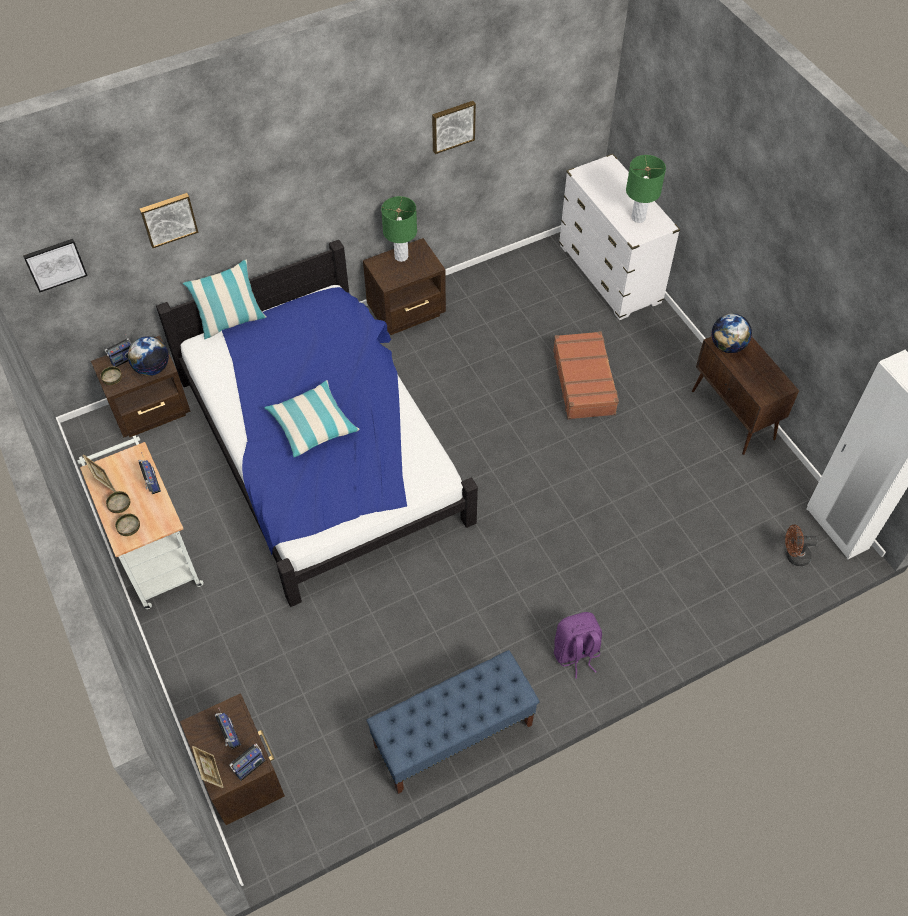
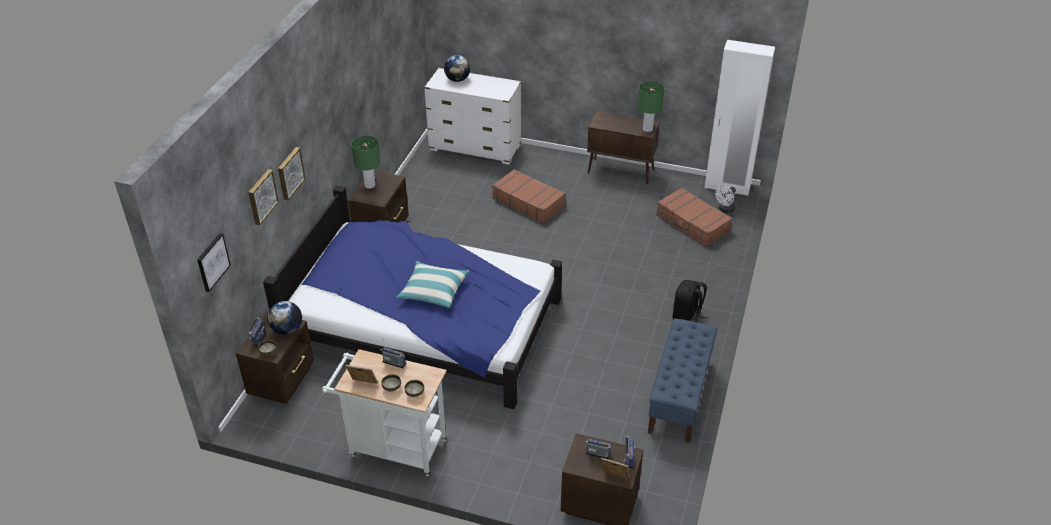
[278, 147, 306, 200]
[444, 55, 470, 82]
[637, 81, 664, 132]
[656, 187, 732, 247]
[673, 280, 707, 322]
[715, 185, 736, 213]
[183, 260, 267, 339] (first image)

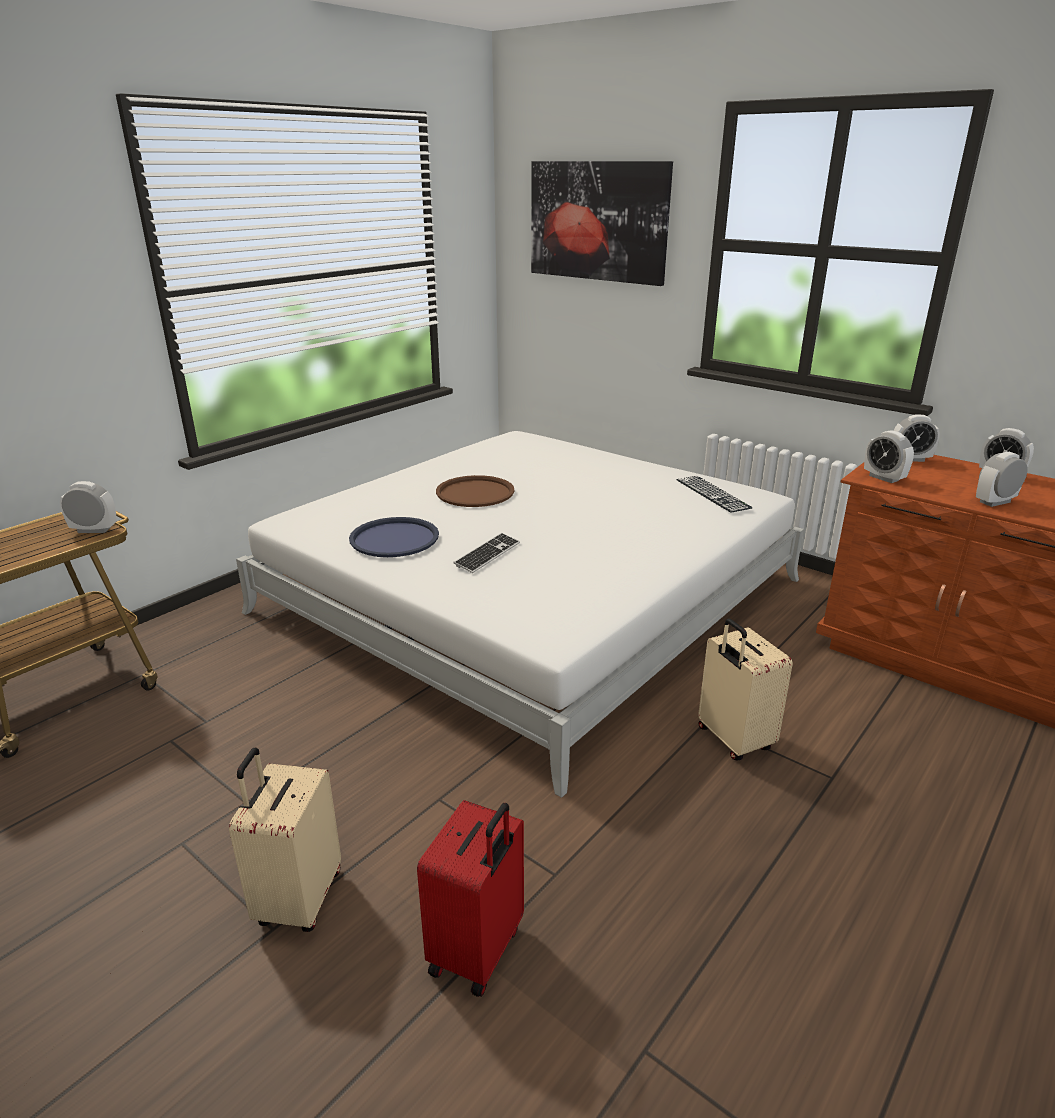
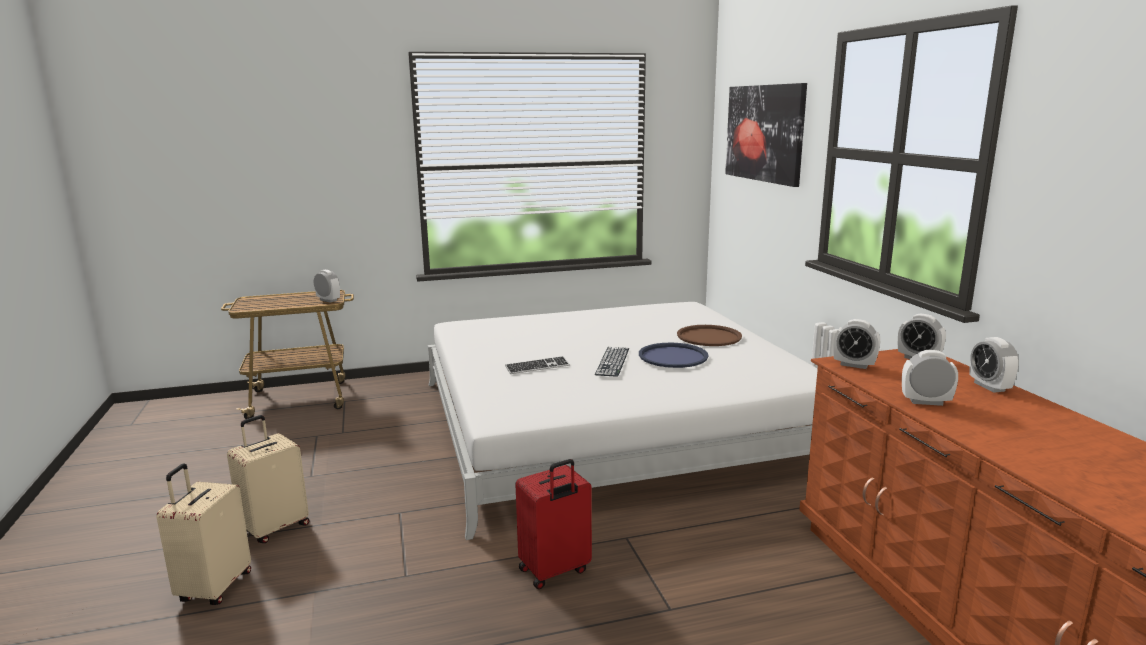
[157, 464, 251, 605]
[515, 459, 592, 589]
[595, 347, 629, 377]
[639, 343, 708, 368]
[677, 325, 742, 346]
[833, 319, 880, 369]

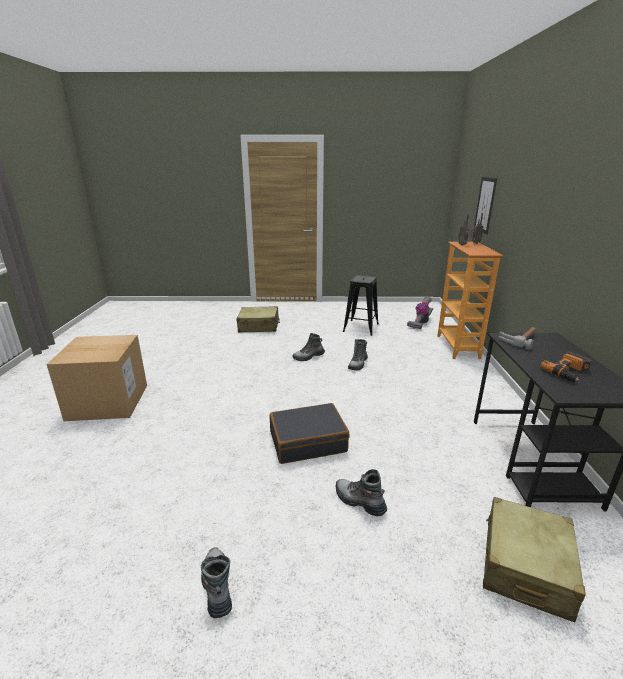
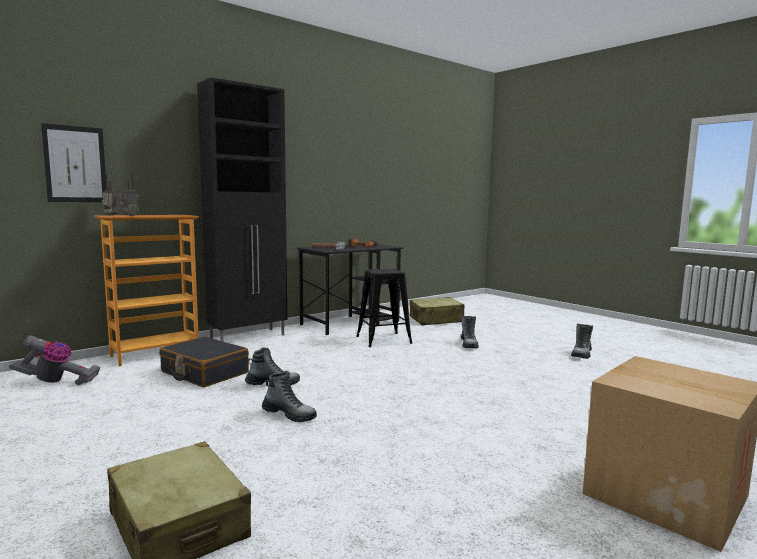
[159, 336, 249, 387]
[197, 77, 287, 342]
[356, 269, 412, 347]

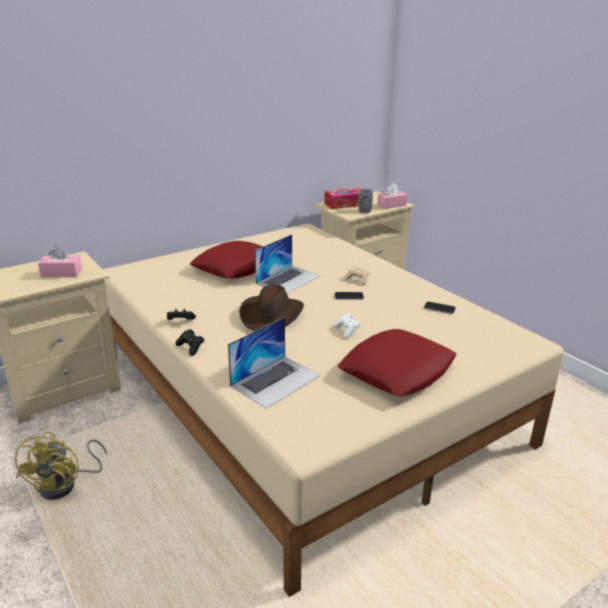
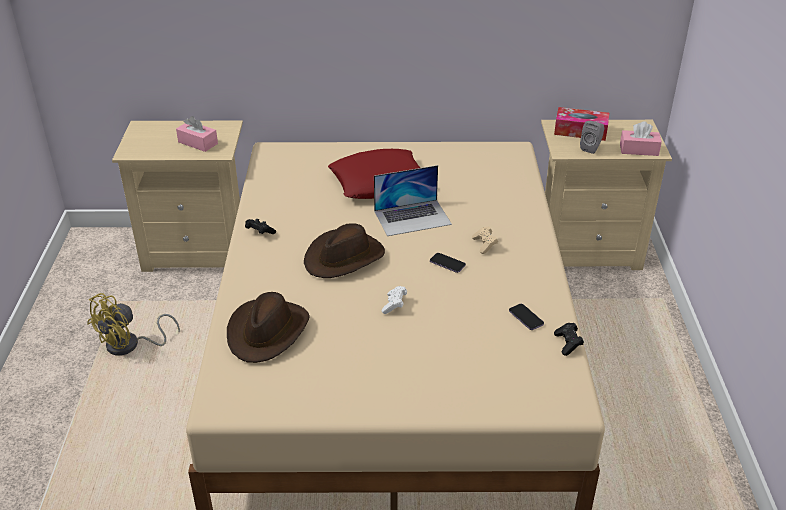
[227, 292, 310, 363]
[554, 323, 584, 356]
[338, 329, 457, 397] (first image)

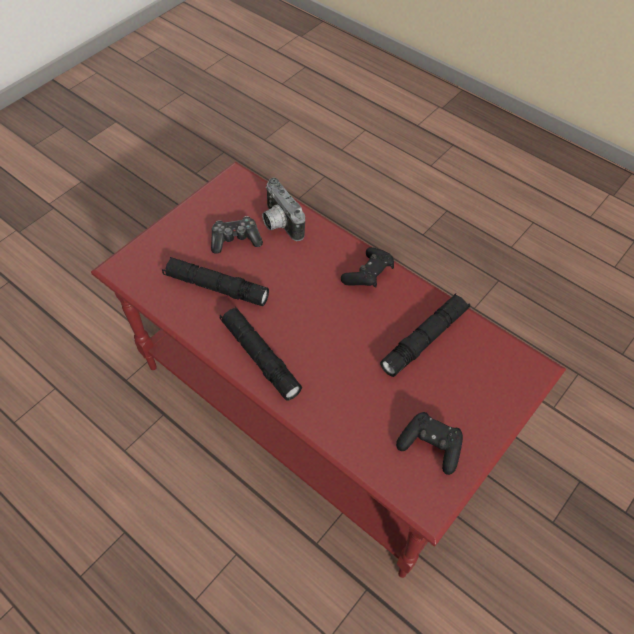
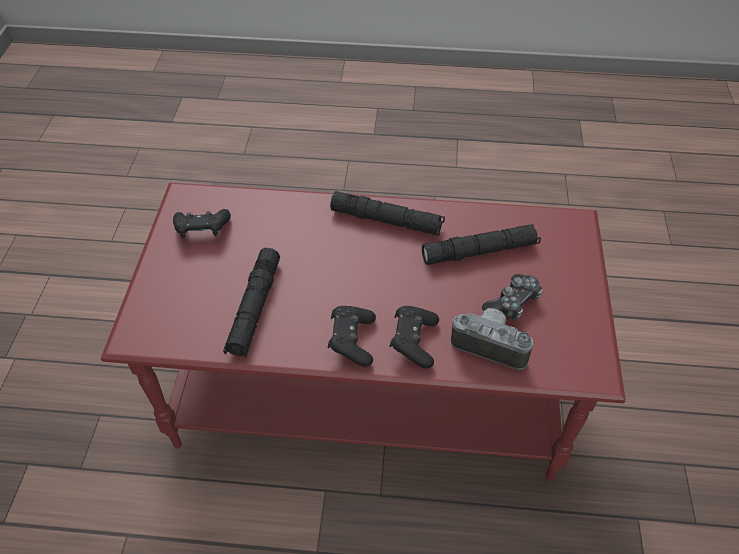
[389, 306, 439, 369]

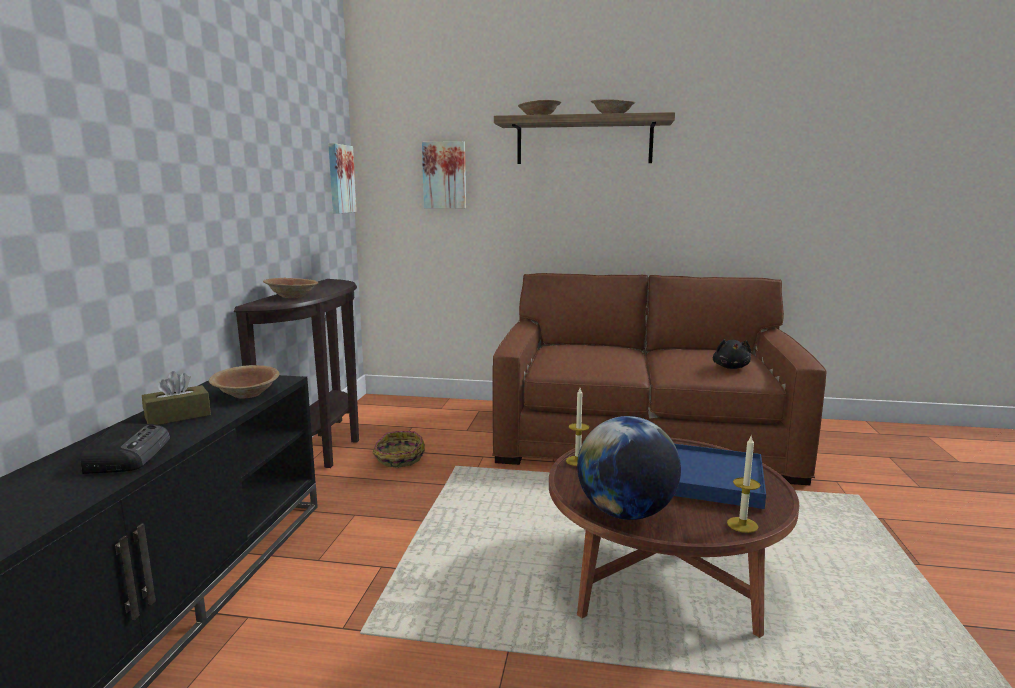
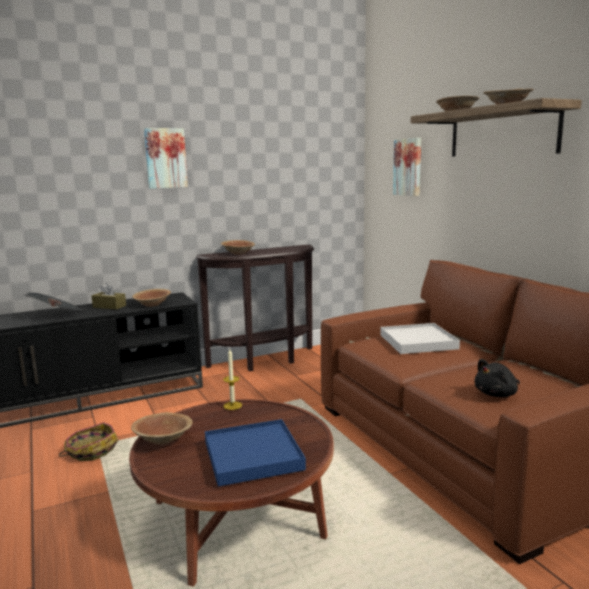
[24, 293, 85, 310]
[59, 422, 119, 461]
[131, 412, 193, 445]
[144, 128, 188, 189]
[380, 323, 460, 354]
[727, 436, 760, 533] (first image)

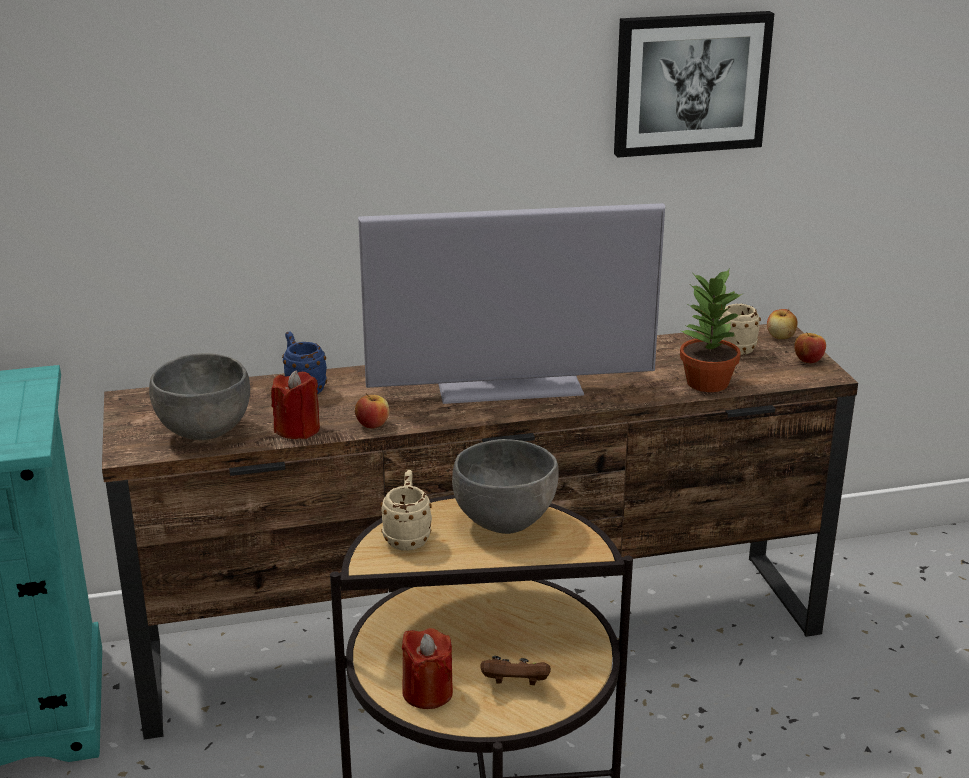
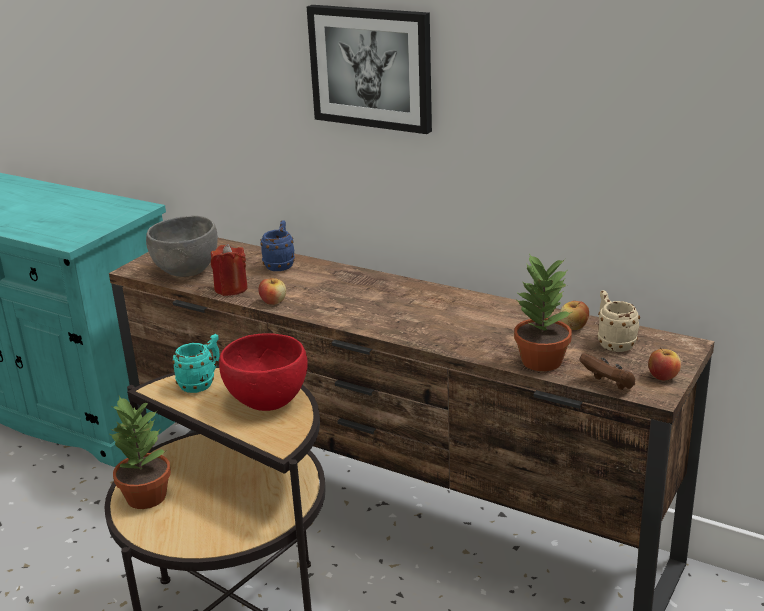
[110, 396, 171, 509]
[172, 334, 220, 393]
[219, 333, 308, 411]
[307, 5, 432, 134]
[560, 301, 589, 330]
[579, 353, 635, 390]
[358, 203, 665, 404] (first image)

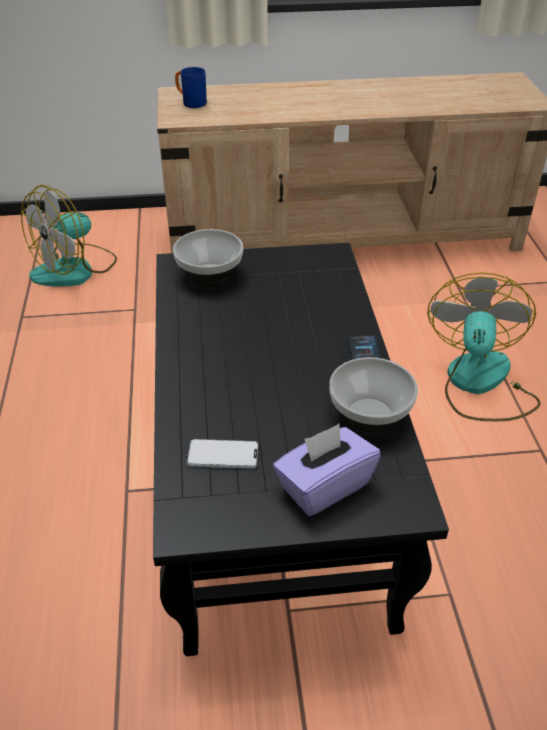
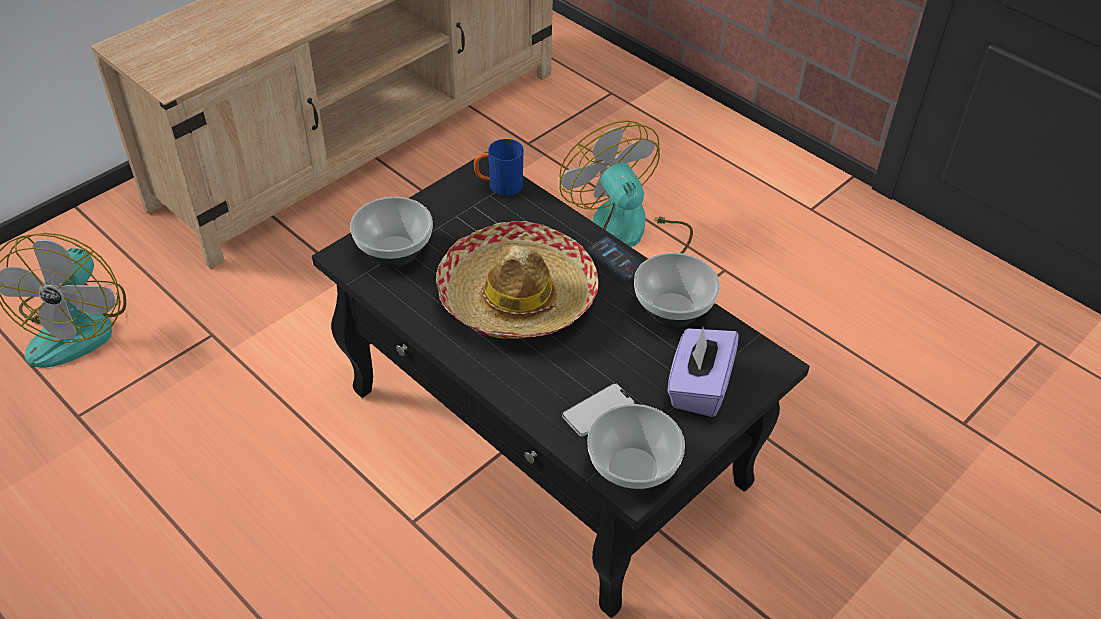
[436, 221, 598, 339]
[474, 139, 523, 196]
[587, 404, 685, 491]

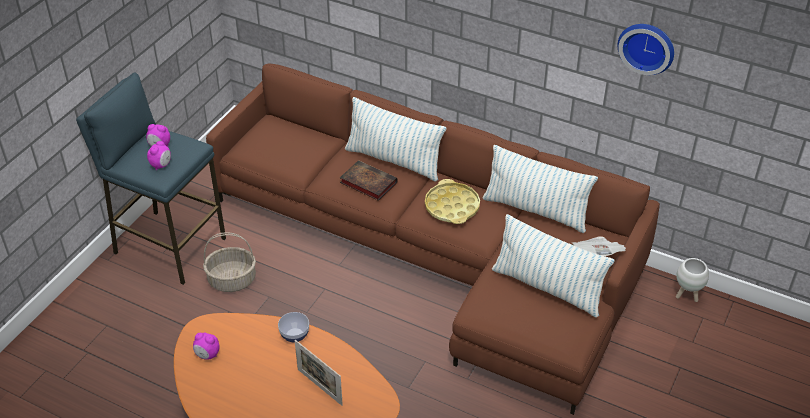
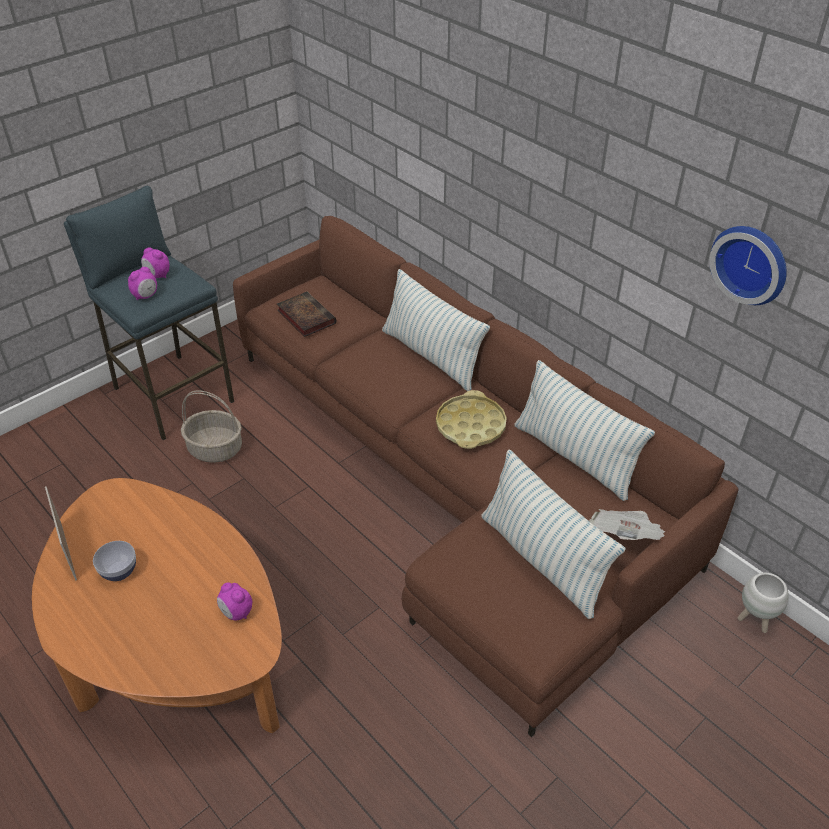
[45, 487, 77, 581]
[93, 541, 136, 581]
[217, 582, 252, 621]
[277, 292, 336, 337]

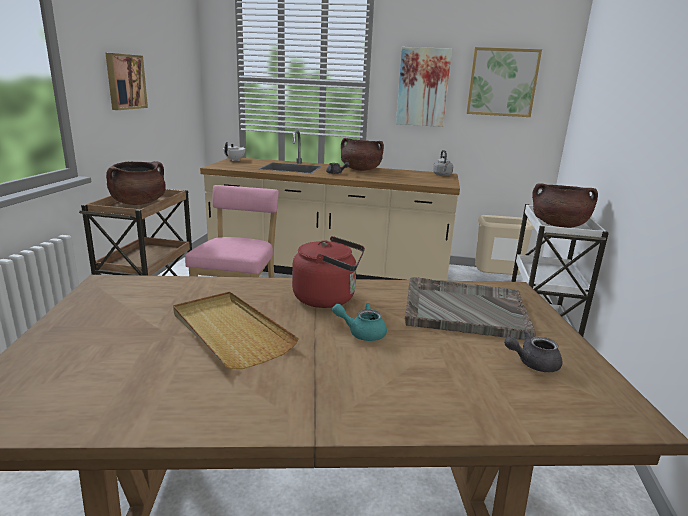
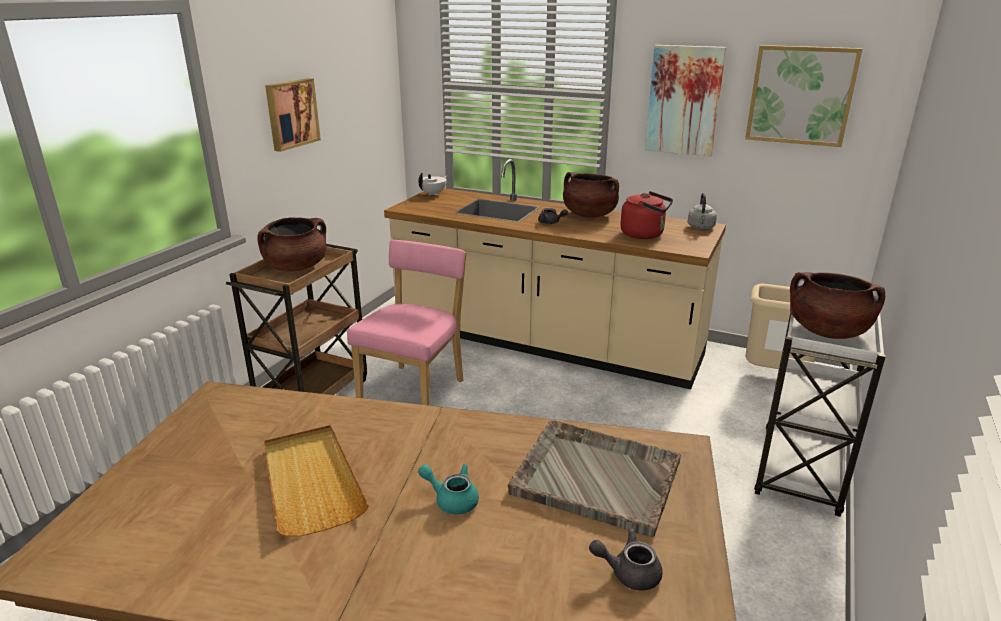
[620, 191, 673, 239]

